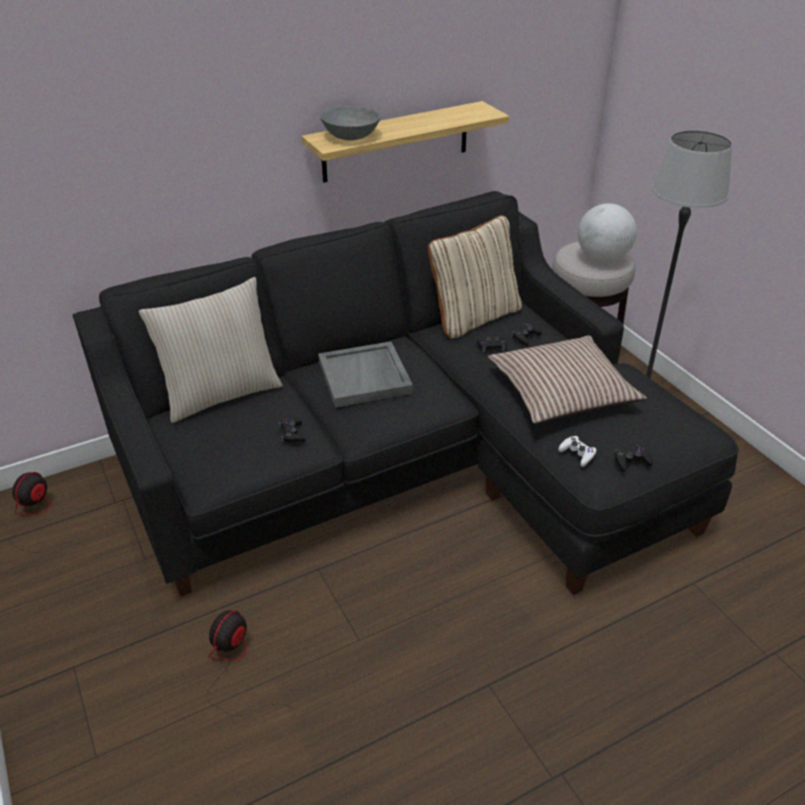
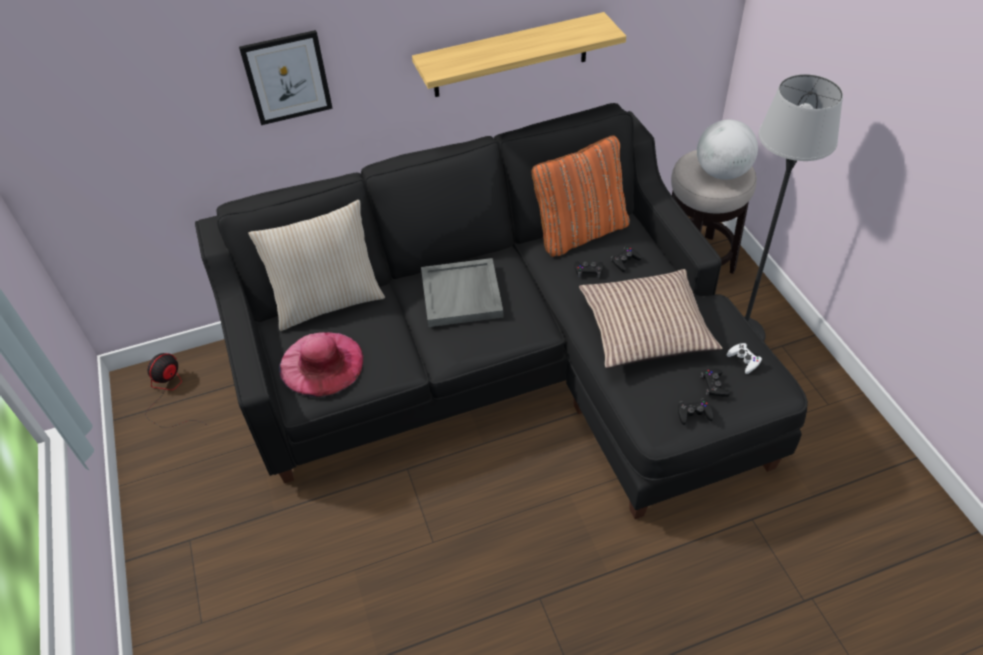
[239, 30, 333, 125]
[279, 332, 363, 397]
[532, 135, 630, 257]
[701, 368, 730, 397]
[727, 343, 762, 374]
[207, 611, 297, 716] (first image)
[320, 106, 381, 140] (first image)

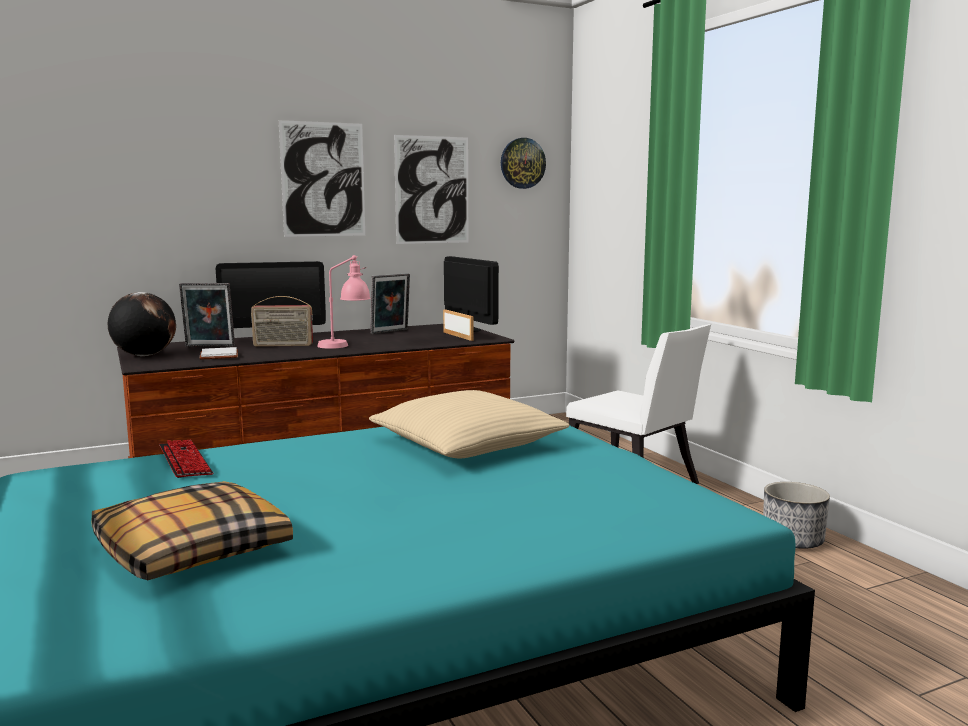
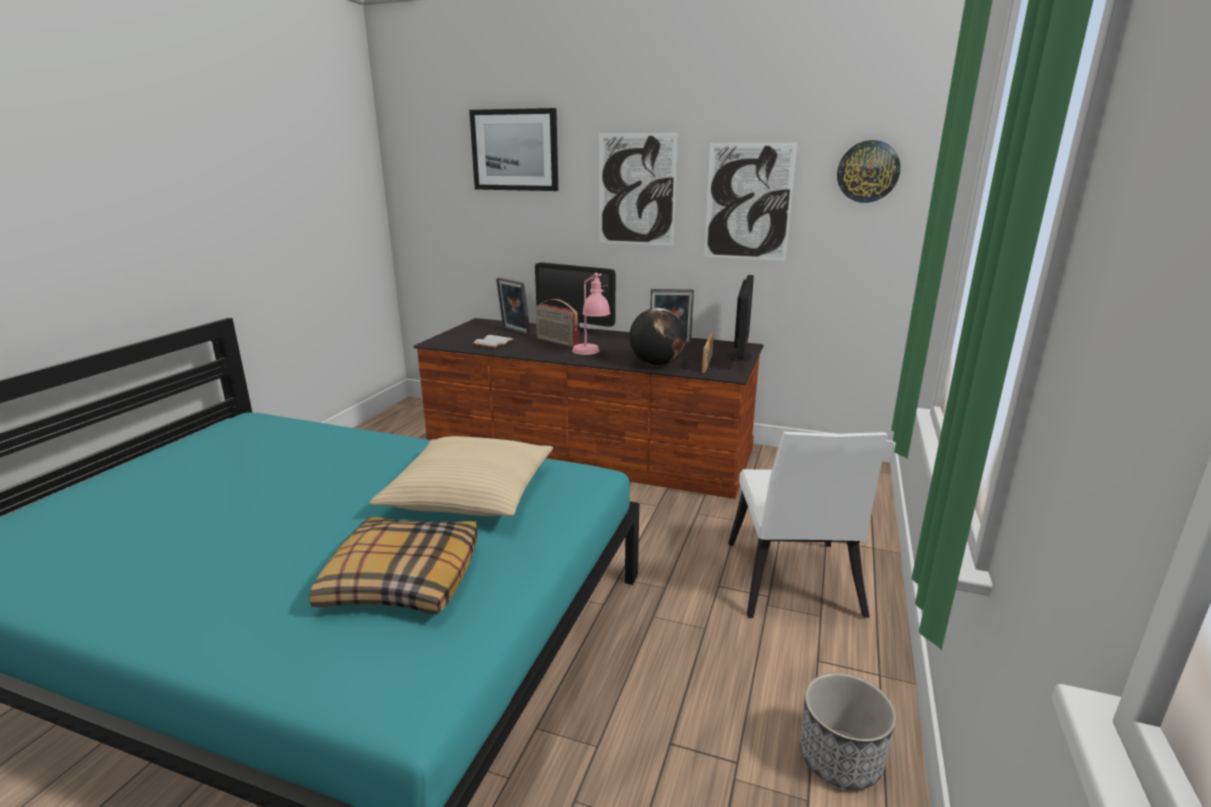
[309, 517, 478, 614]
[469, 108, 558, 191]
[629, 308, 687, 366]
[159, 440, 213, 478] (first image)

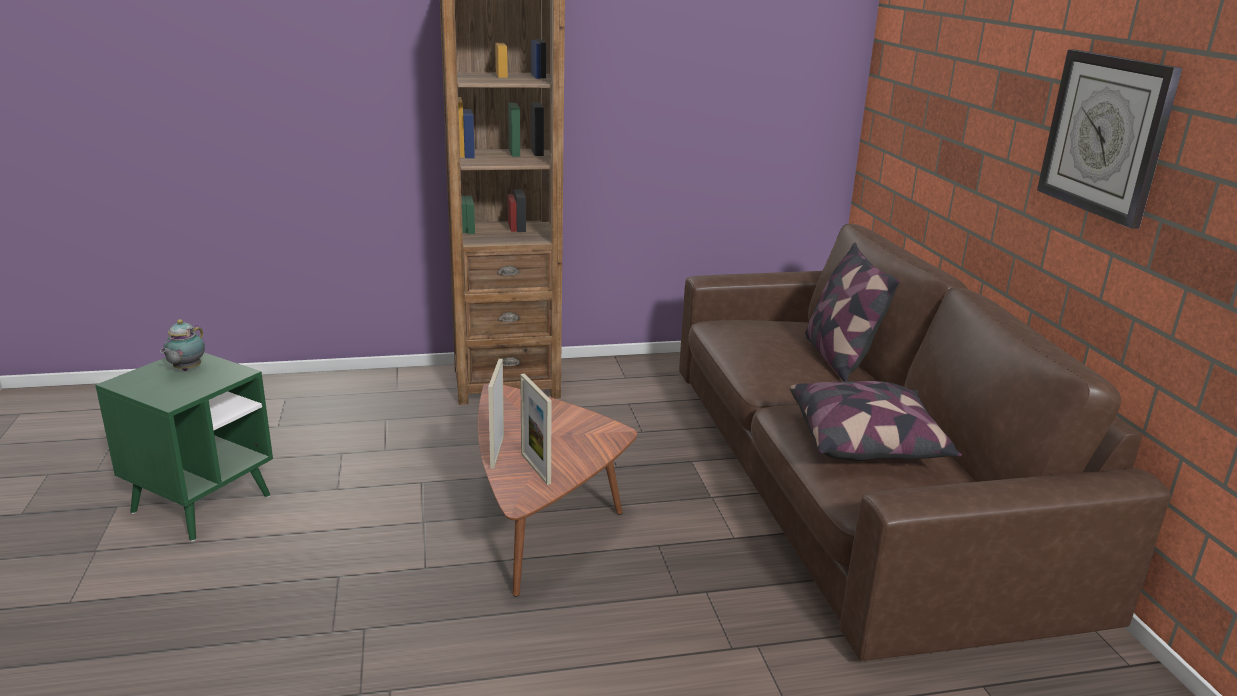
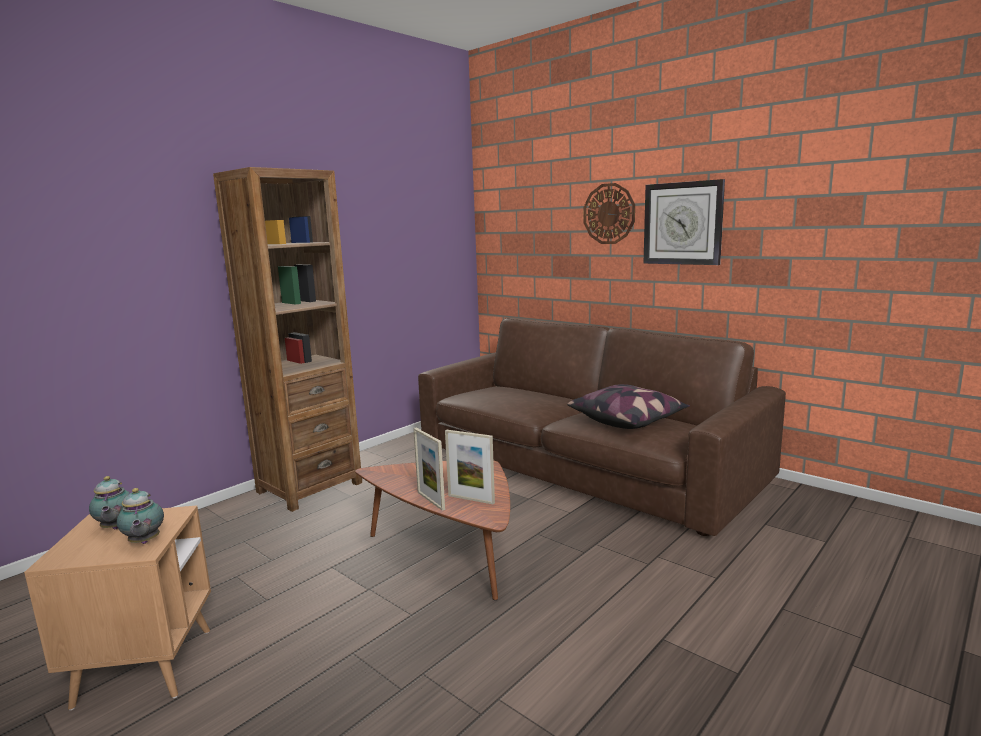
[24, 505, 211, 710]
[117, 488, 164, 544]
[583, 183, 635, 244]
[805, 243, 900, 381] (first image)

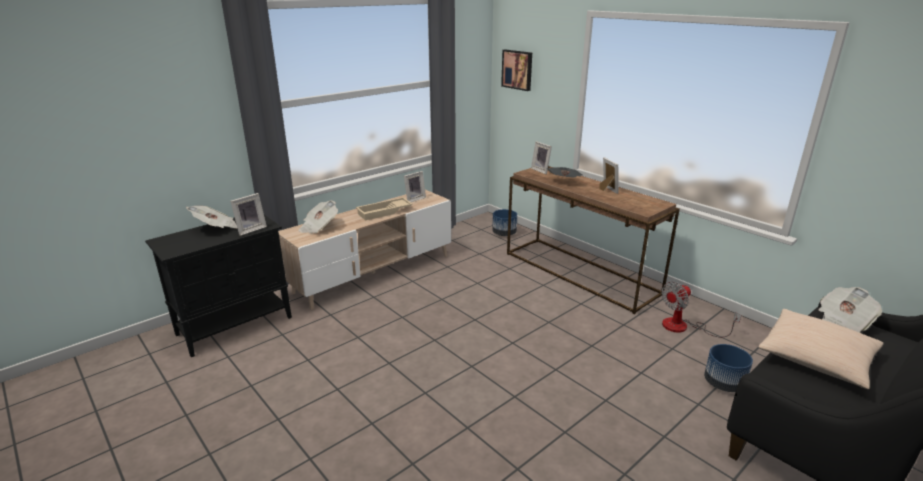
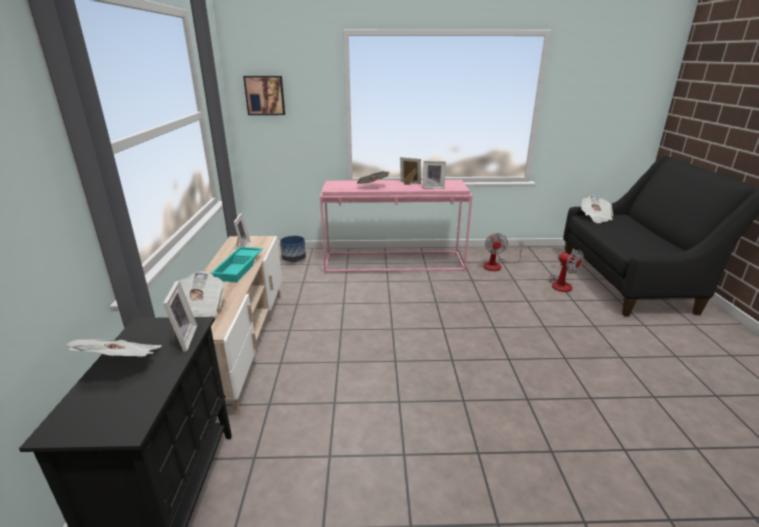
[210, 247, 263, 282]
[320, 180, 473, 273]
[422, 161, 446, 189]
[549, 250, 584, 292]
[758, 309, 884, 389] (first image)

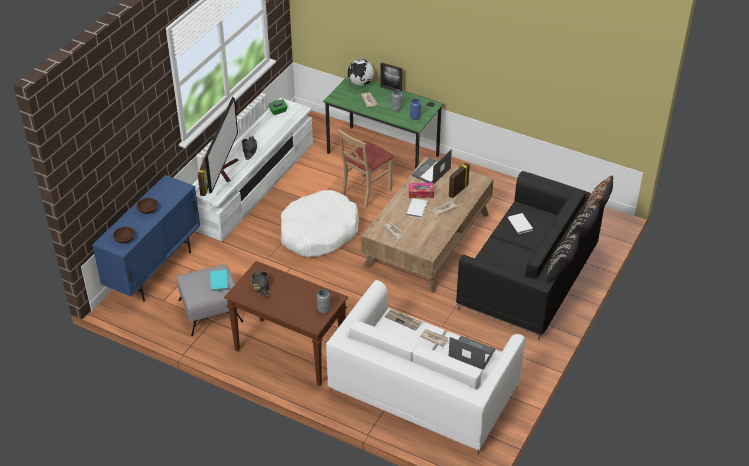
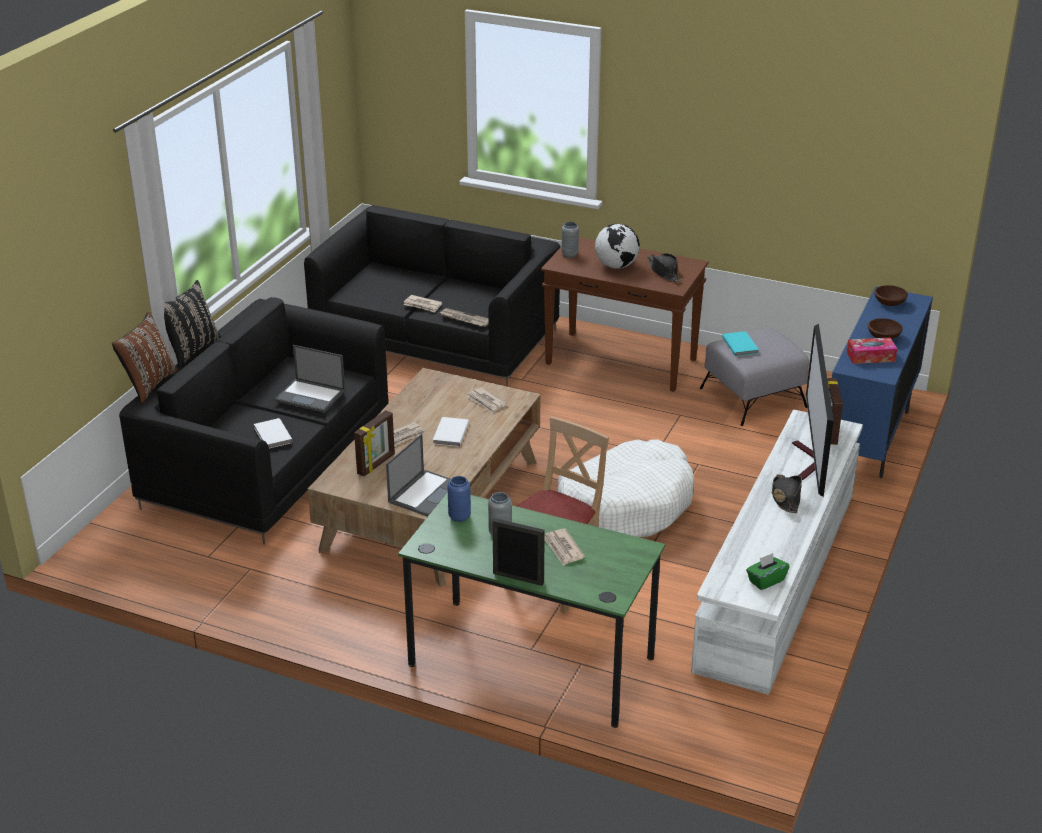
[275, 345, 345, 413]
[304, 205, 560, 387]
[595, 224, 640, 269]
[847, 337, 897, 364]
[546, 232, 579, 284] (first image)

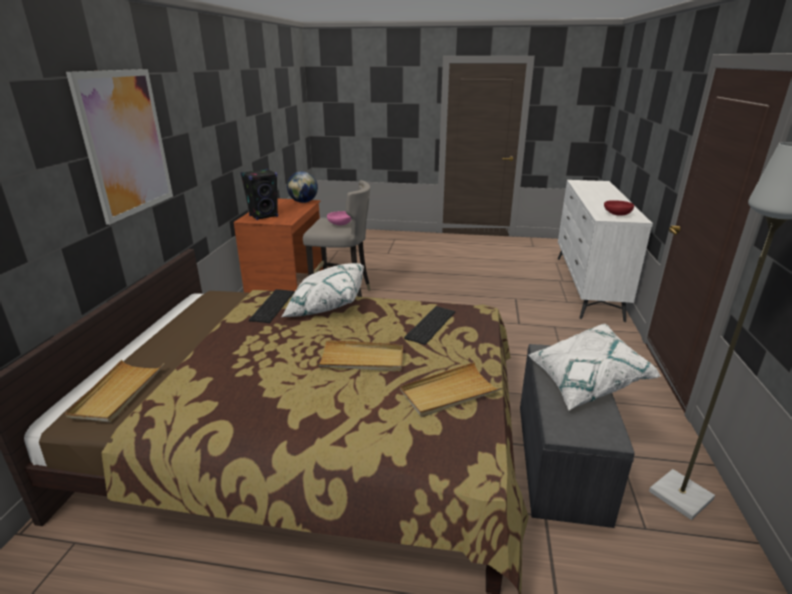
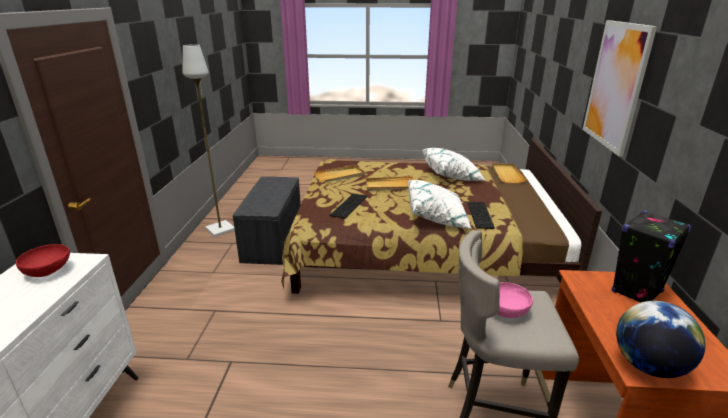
[422, 148, 486, 181]

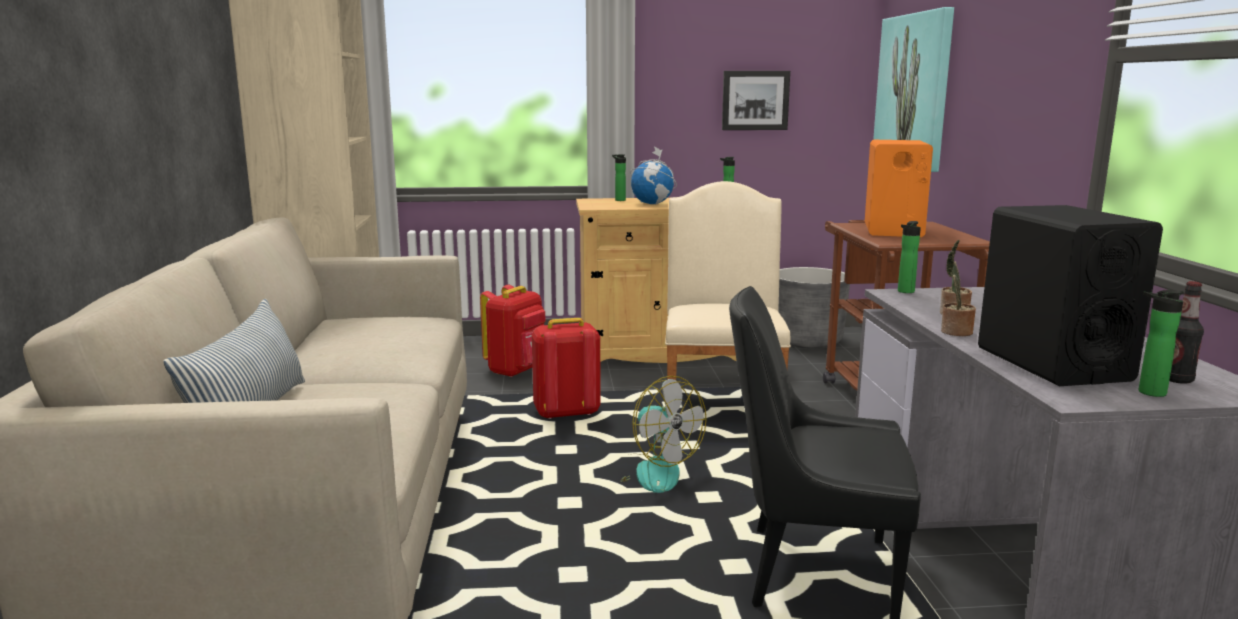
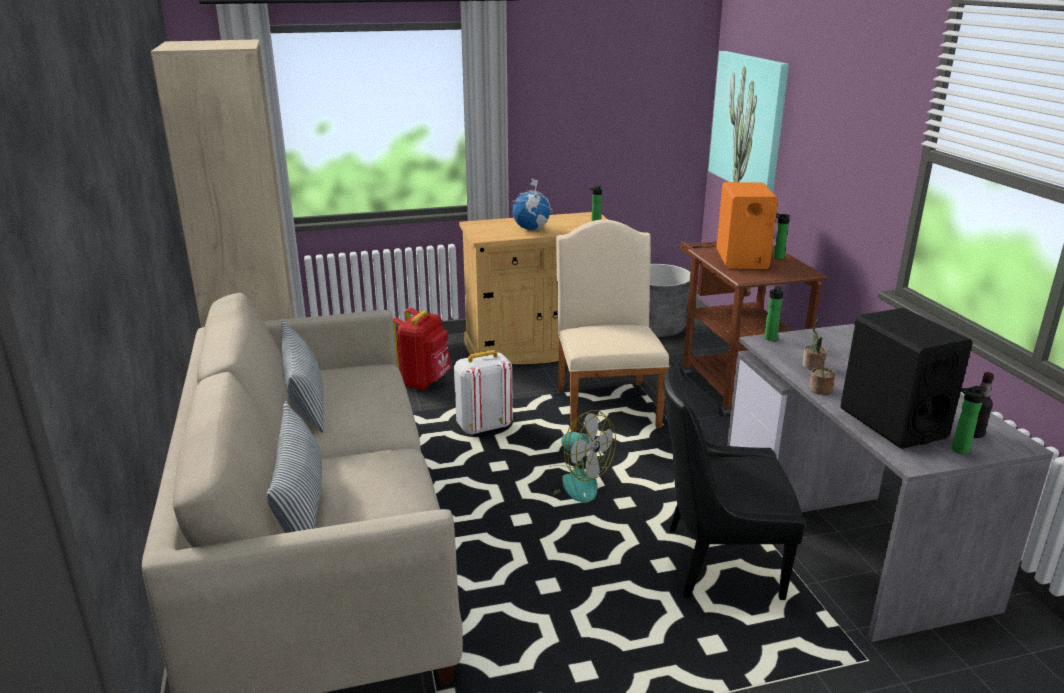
[281, 320, 324, 433]
[454, 350, 513, 434]
[774, 213, 790, 260]
[722, 71, 790, 130] (first image)

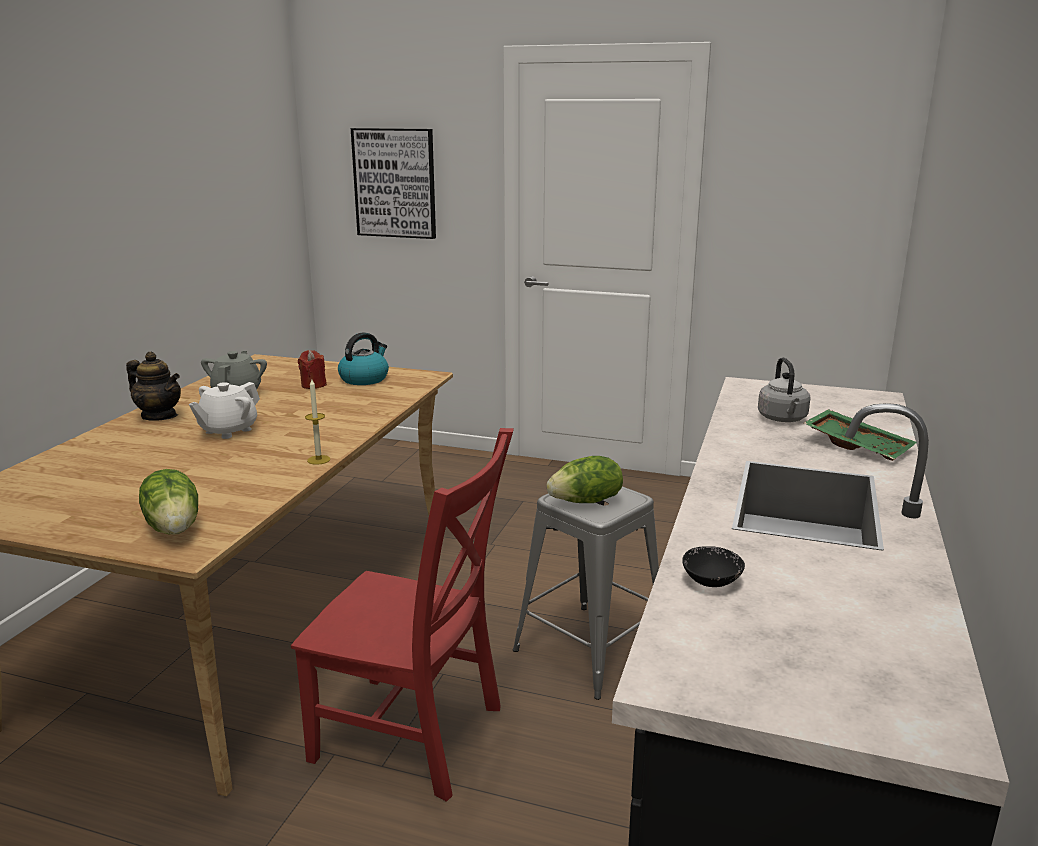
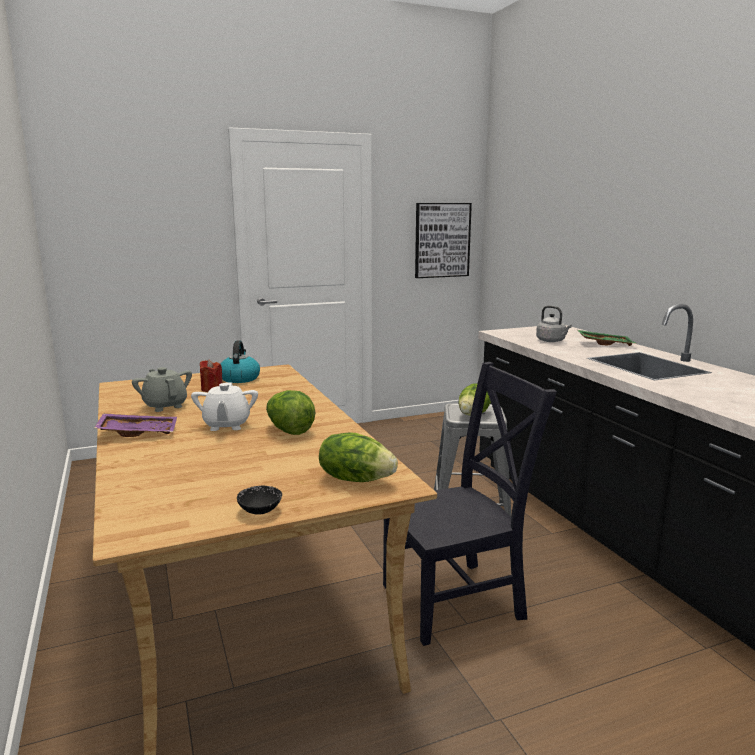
[94, 413, 177, 437]
[237, 486, 282, 515]
[266, 390, 316, 435]
[383, 362, 557, 646]
[415, 203, 472, 278]
[305, 379, 330, 465] (first image)

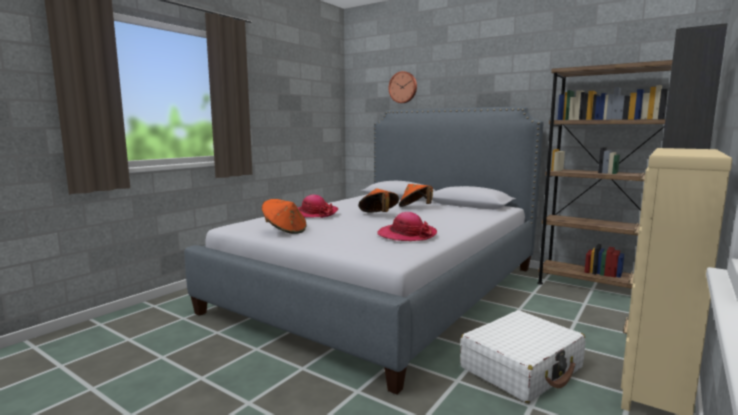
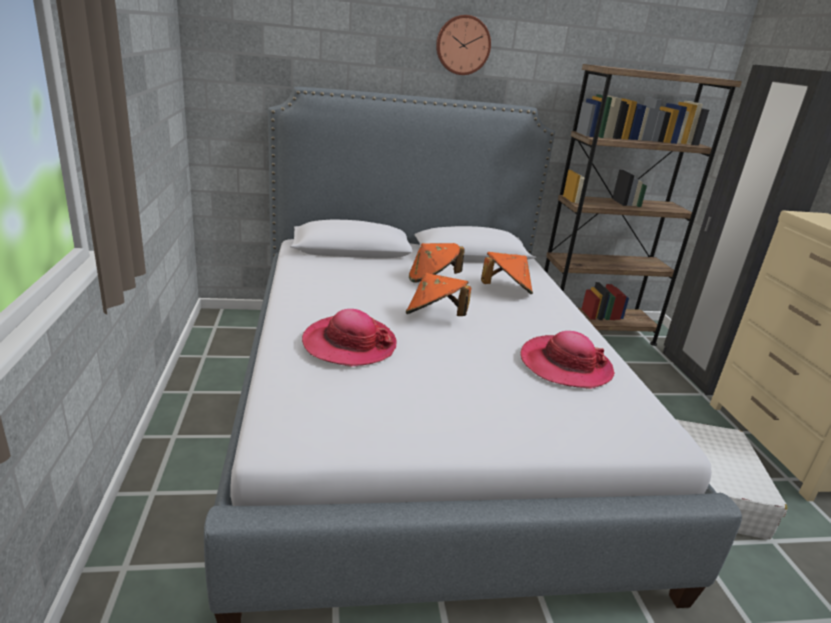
[436, 15, 491, 75]
[481, 252, 533, 294]

